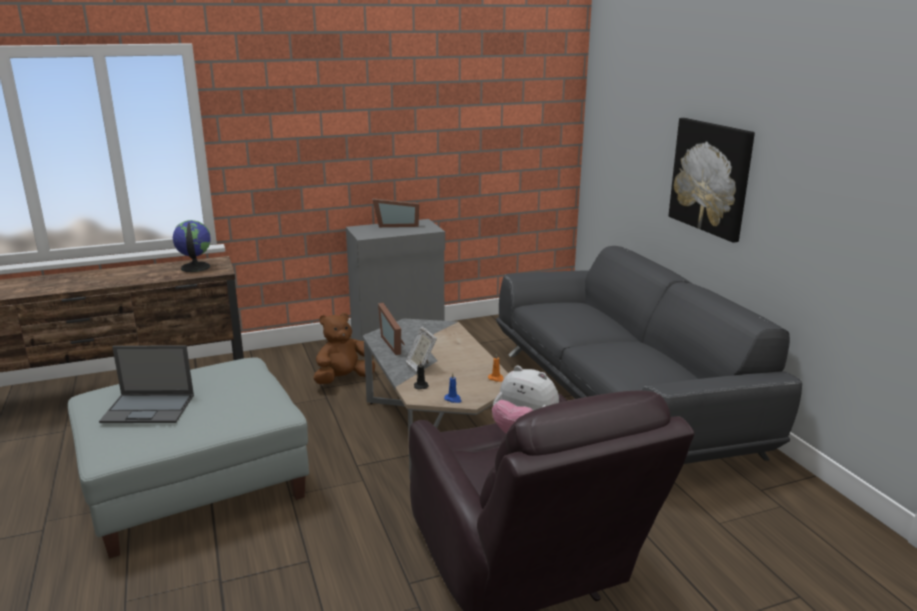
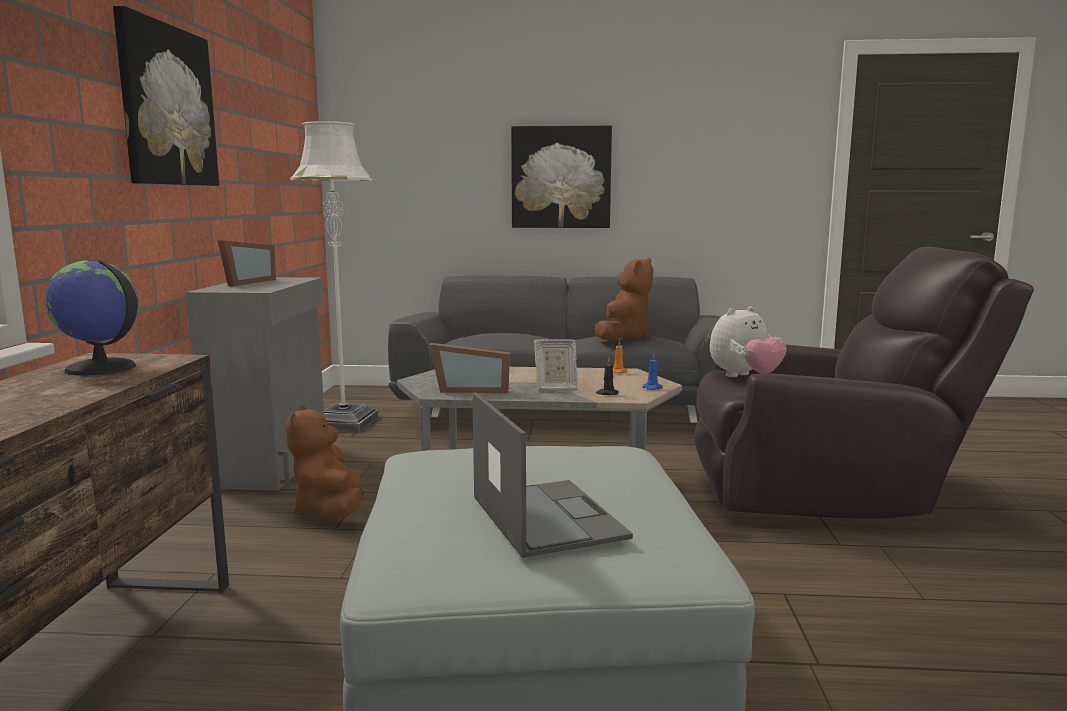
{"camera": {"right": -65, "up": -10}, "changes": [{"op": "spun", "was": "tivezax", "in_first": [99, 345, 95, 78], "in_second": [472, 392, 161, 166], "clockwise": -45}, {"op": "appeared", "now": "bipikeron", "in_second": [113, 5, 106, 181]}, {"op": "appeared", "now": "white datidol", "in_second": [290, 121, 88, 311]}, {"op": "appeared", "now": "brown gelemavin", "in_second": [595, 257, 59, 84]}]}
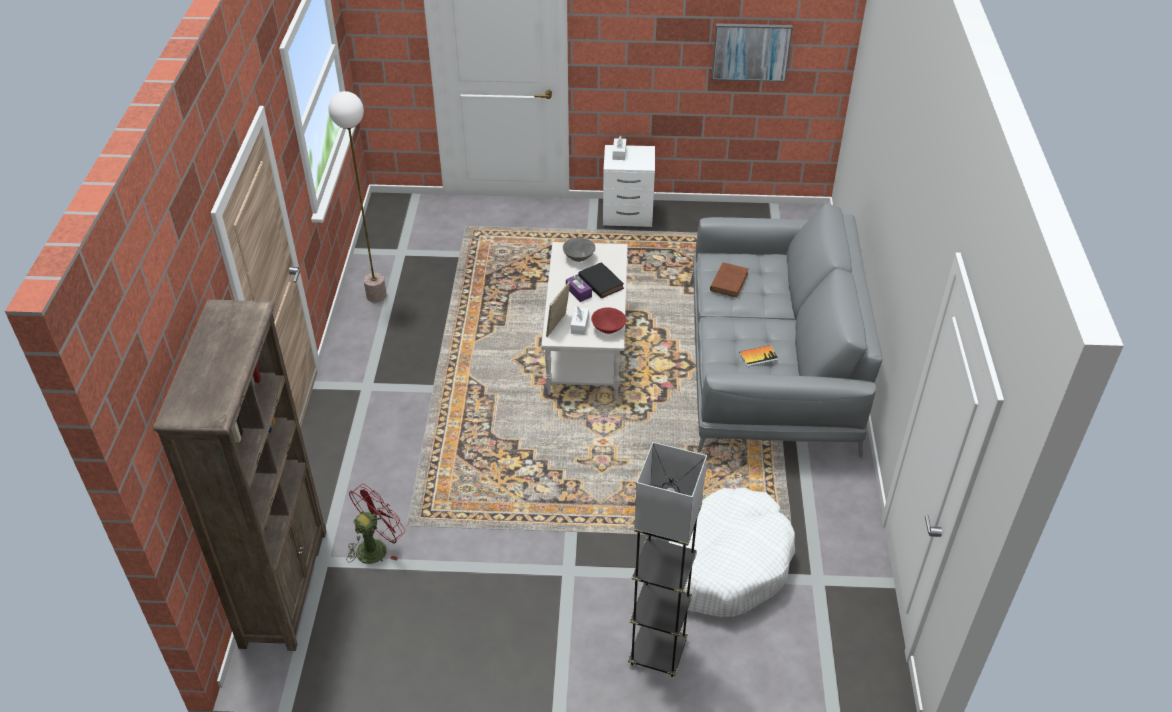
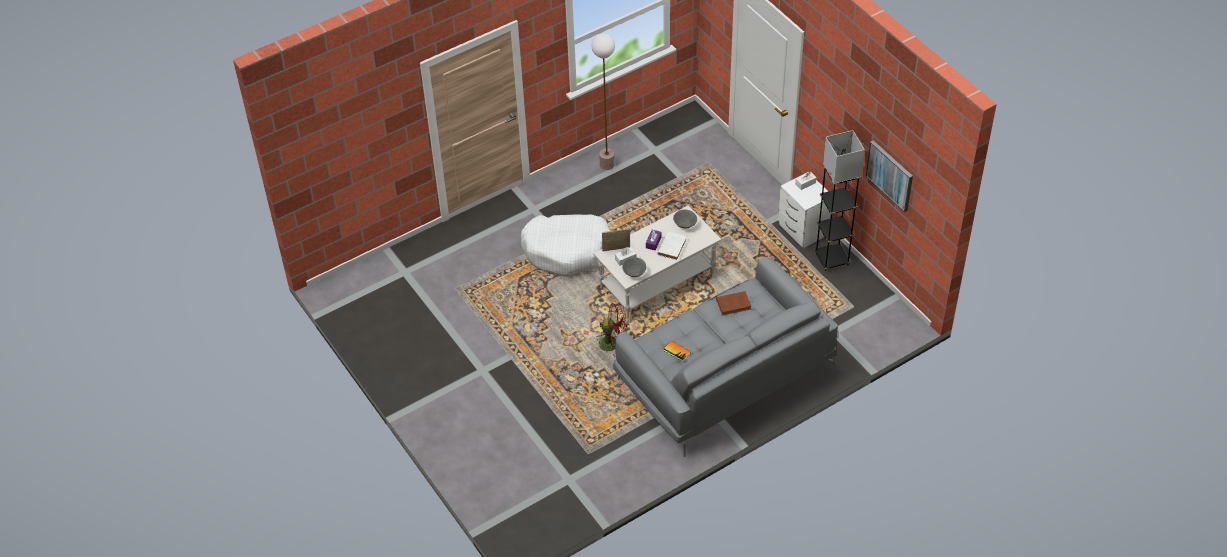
{"camera": {"right": 55, "up": 5}, "changes": [{"op": "missing", "was": "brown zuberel", "in_first": [153, 299, 174, 352]}, {"op": "relocated", "was": "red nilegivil", "in_first": [346, 484, 59, 80], "in_second": [594, 303, 33, 54]}, {"op": "colour", "was": "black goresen", "now": "white goresen", "in_first": [578, 262, 46, 36], "in_second": [657, 232, 30, 28]}, {"op": "colour", "was": "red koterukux", "now": "grey koterukux", "in_first": [591, 307, 36, 27], "in_second": [622, 257, 24, 20]}, {"op": "relocated", "was": "grey datidol", "in_first": [628, 442, 79, 235], "in_second": [814, 130, 51, 141]}, {"op": "relocated", "was": "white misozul", "in_first": [668, 488, 127, 129], "in_second": [521, 214, 89, 61]}]}
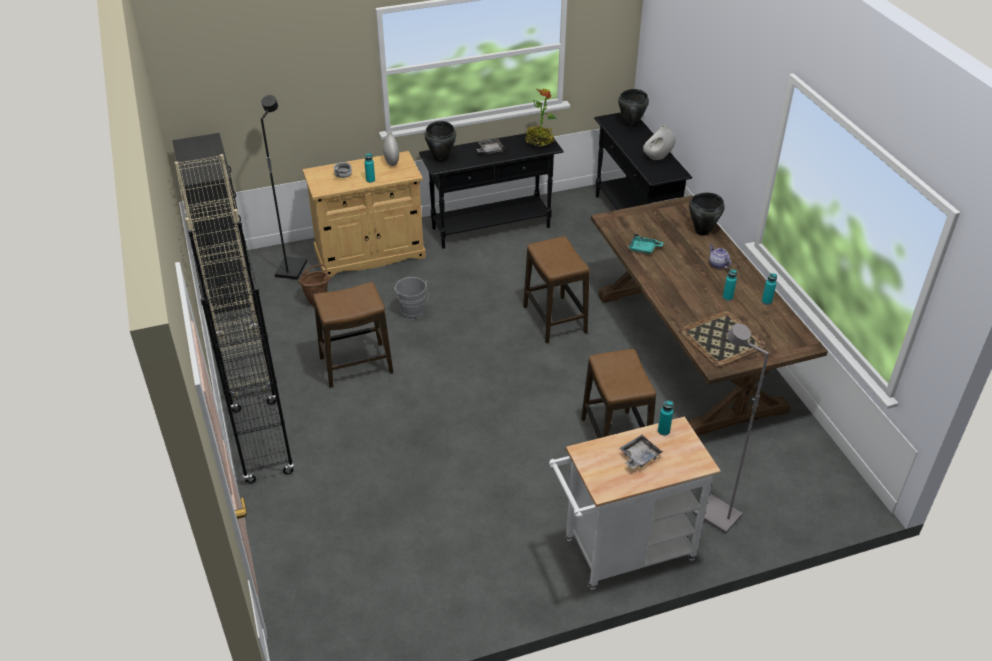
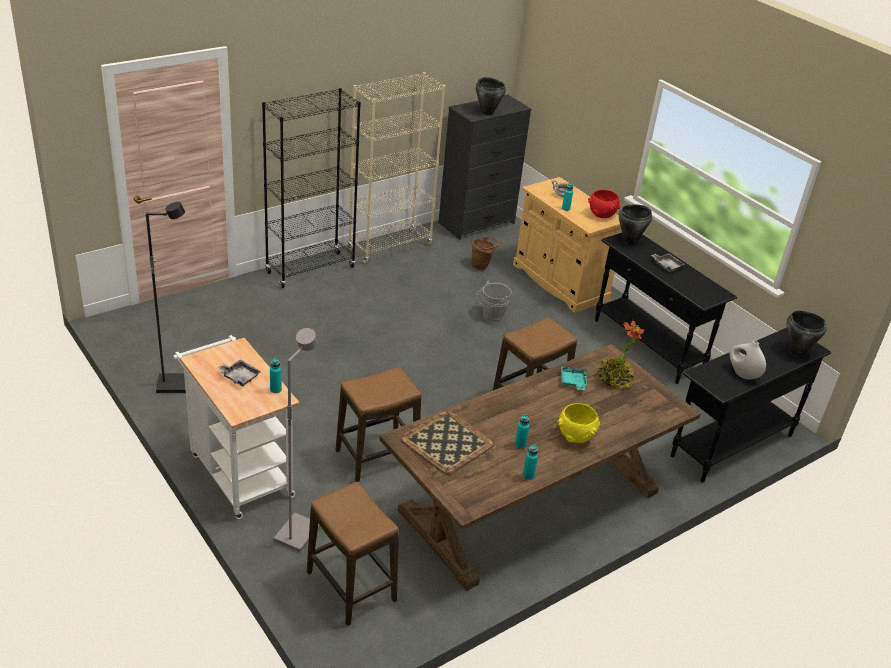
{"camera": {"right": 70, "up": -5}, "changes": [{"op": "relocated", "was": "black datidol", "in_first": [261, 95, 46, 185], "in_second": [146, 202, 40, 191]}, {"op": "relocated", "was": "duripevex", "in_first": [313, 282, 80, 106], "in_second": [307, 482, 92, 144]}, {"op": "exchanged", "was": "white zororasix", "now": "red koterukux", "in_first": [383, 131, 16, 35], "in_second": [588, 190, 33, 28]}, {"op": "relocated", "was": "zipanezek", "in_first": [525, 89, 32, 58], "in_second": [597, 320, 47, 69]}, {"op": "relocated", "was": "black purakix", "in_first": [689, 193, 36, 43], "in_second": [476, 77, 30, 38]}, {"op": "exchanged", "was": "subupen", "now": "yellow koterukux", "in_first": [709, 245, 22, 24], "in_second": [557, 403, 43, 40]}]}
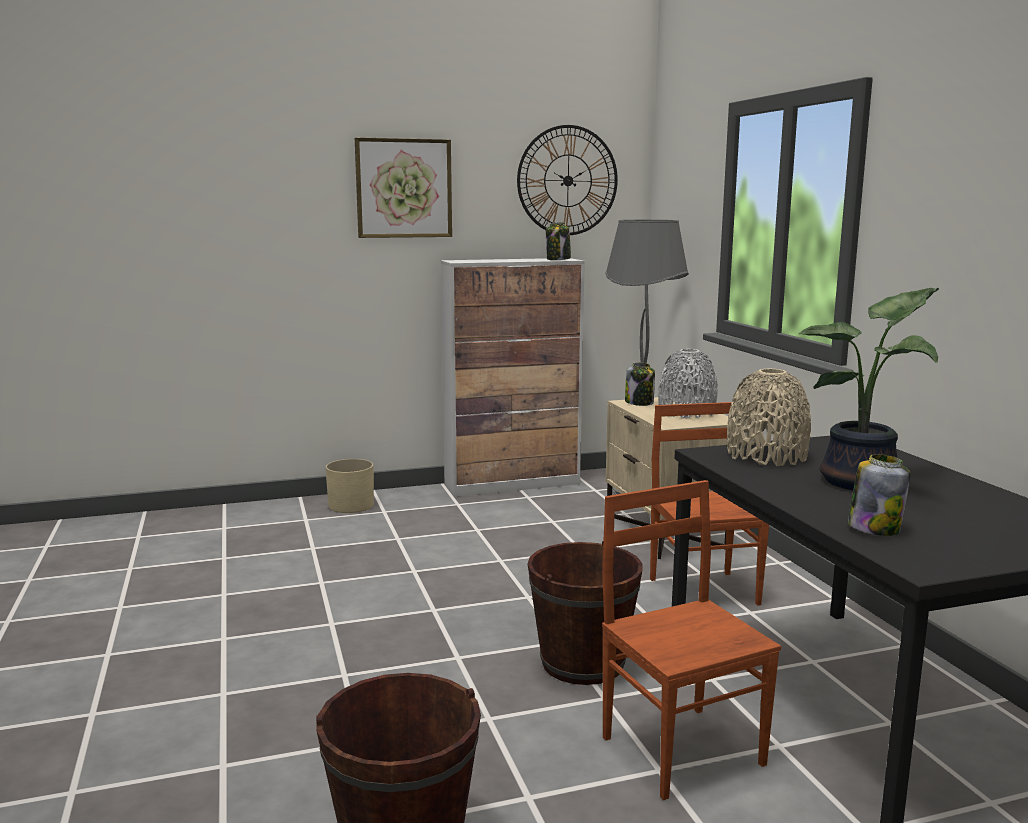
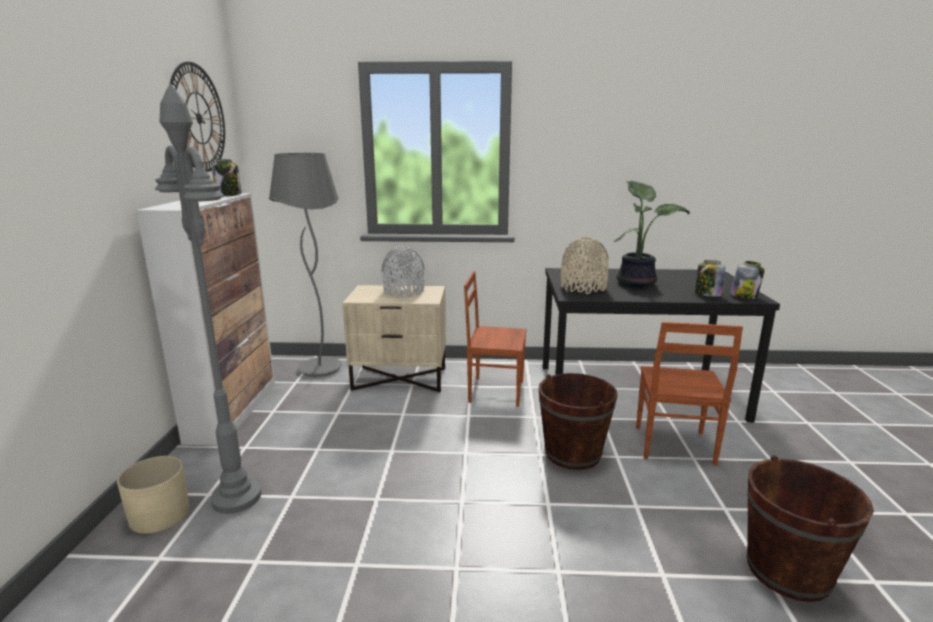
{"camera": {"right": -70, "up": 5}, "changes": [{"op": "missing", "was": "bipikeron", "in_first": [355, 137, 97, 101]}, {"op": "spun", "was": "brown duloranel", "in_first": [602, 480, 179, 320], "in_second": [636, 322, 107, 144], "clockwise": -75}, {"op": "relocated", "was": "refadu", "in_first": [625, 362, 30, 44], "in_second": [730, 261, 35, 38]}, {"op": "appeared", "now": "grey datidol", "in_second": [155, 84, 106, 430]}]}
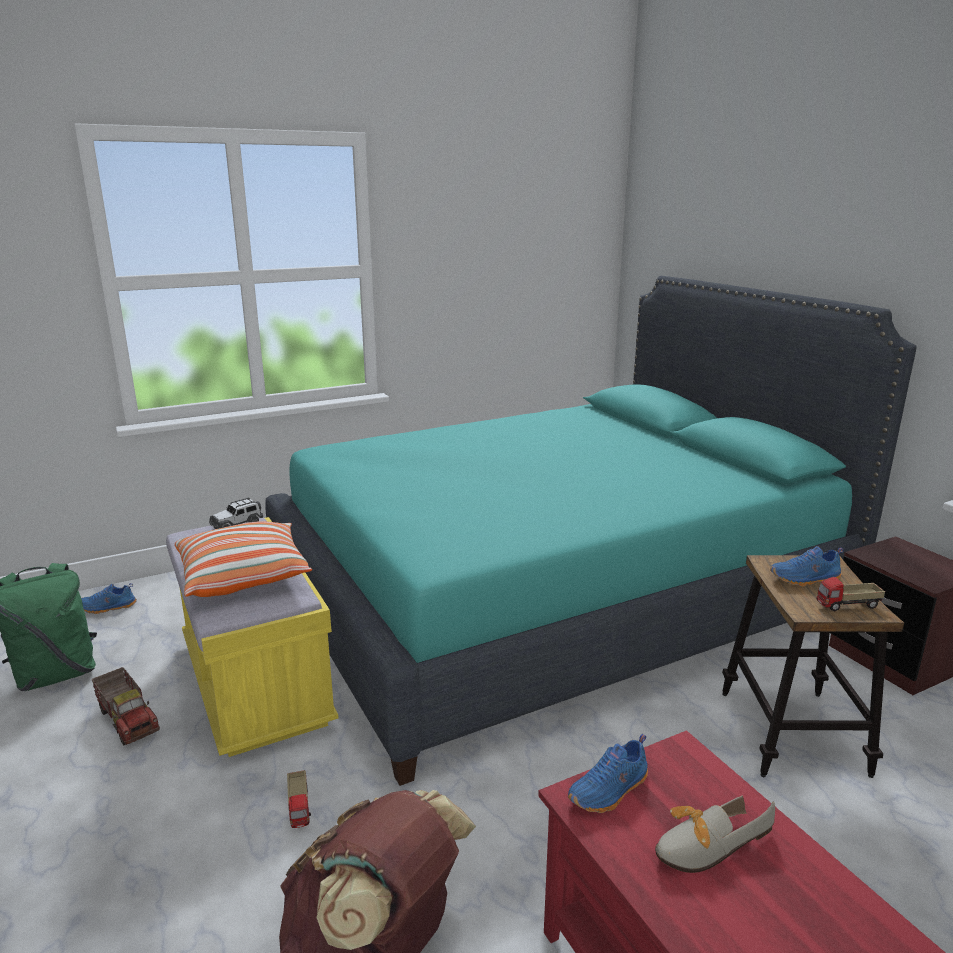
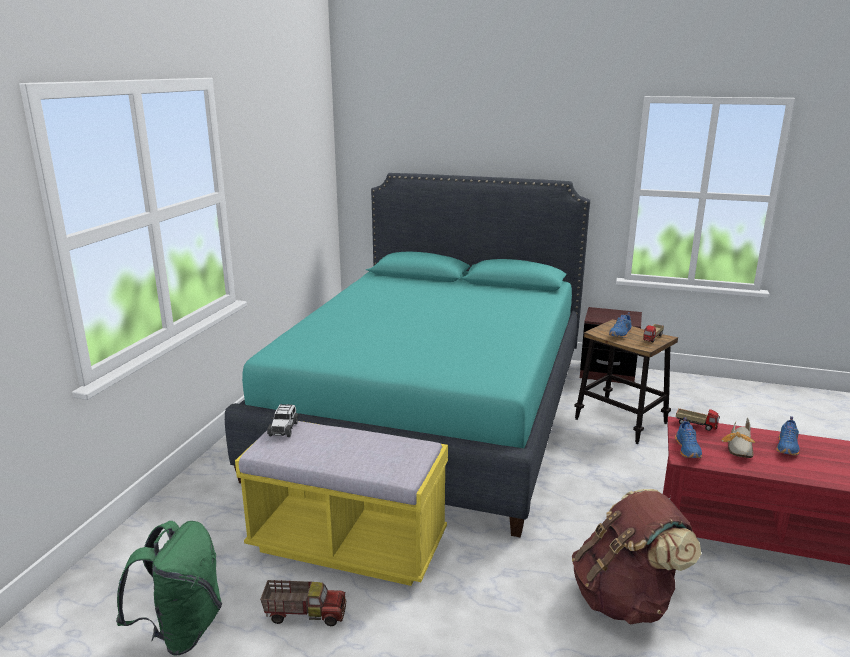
{"camera": {"right": -45, "up": 0}, "changes": [{"op": "relocated", "was": "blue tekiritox", "in_first": [81, 583, 56, 31], "in_second": [776, 416, 24, 39]}, {"op": "missing", "was": "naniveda", "in_first": [175, 521, 137, 76]}, {"op": "relocated", "was": "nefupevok", "in_first": [287, 770, 24, 58], "in_second": [676, 408, 44, 23]}]}
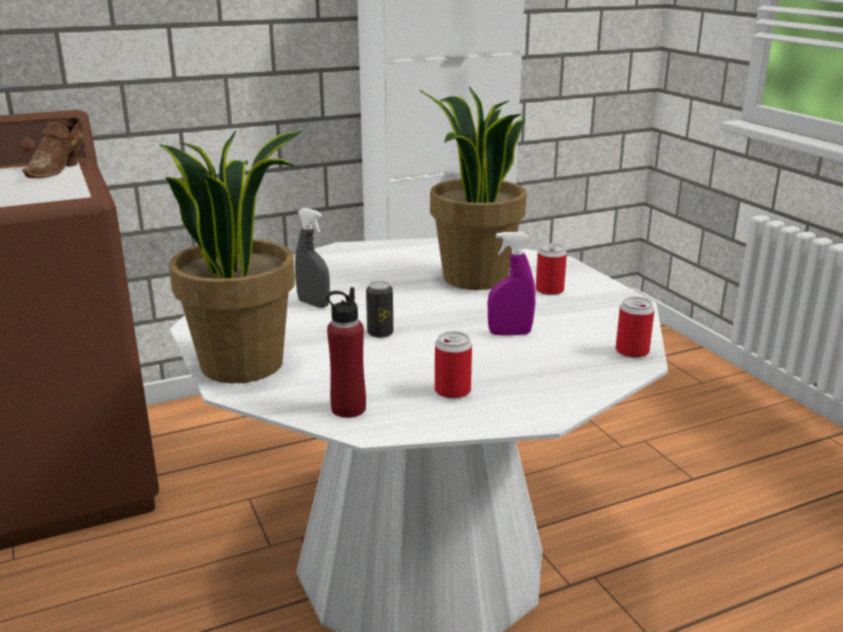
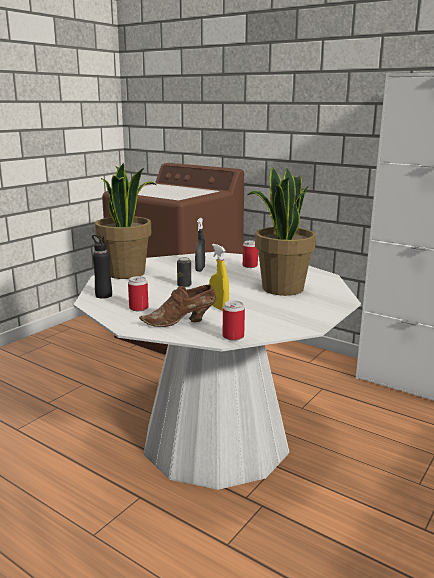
{"camera": {"right": 60, "up": -5}, "changes": [{"op": "relocated", "was": "brown tekiritox", "in_first": [22, 117, 63, 61], "in_second": [139, 285, 77, 42]}, {"op": "colour", "was": "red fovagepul", "now": "black fovagepul", "in_first": [326, 287, 40, 131], "in_second": [92, 235, 20, 64]}, {"op": "colour", "was": "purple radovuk", "now": "yellow radovuk", "in_first": [488, 232, 47, 104], "in_second": [209, 244, 20, 67]}, {"op": "relocated", "was": "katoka", "in_first": [536, 243, 31, 52], "in_second": [243, 241, 15, 27]}]}
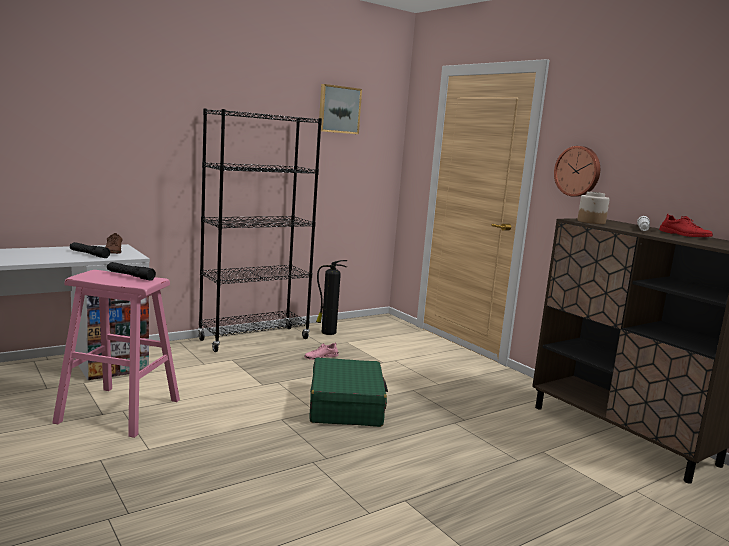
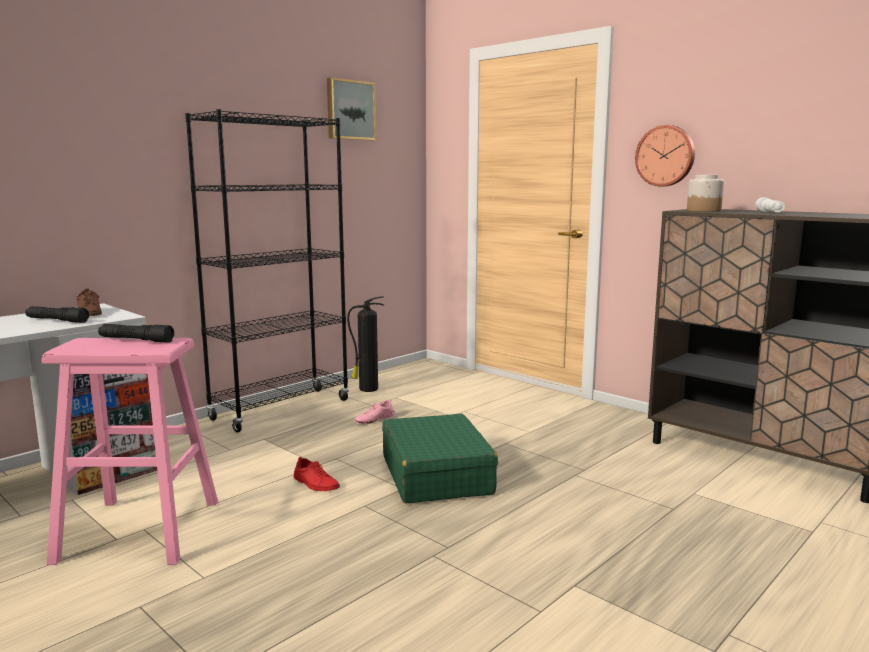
{"camera": {"right": -10, "up": 0}, "changes": [{"op": "relocated", "was": "red tekiritox", "in_first": [659, 214, 54, 23], "in_second": [294, 457, 46, 34]}]}
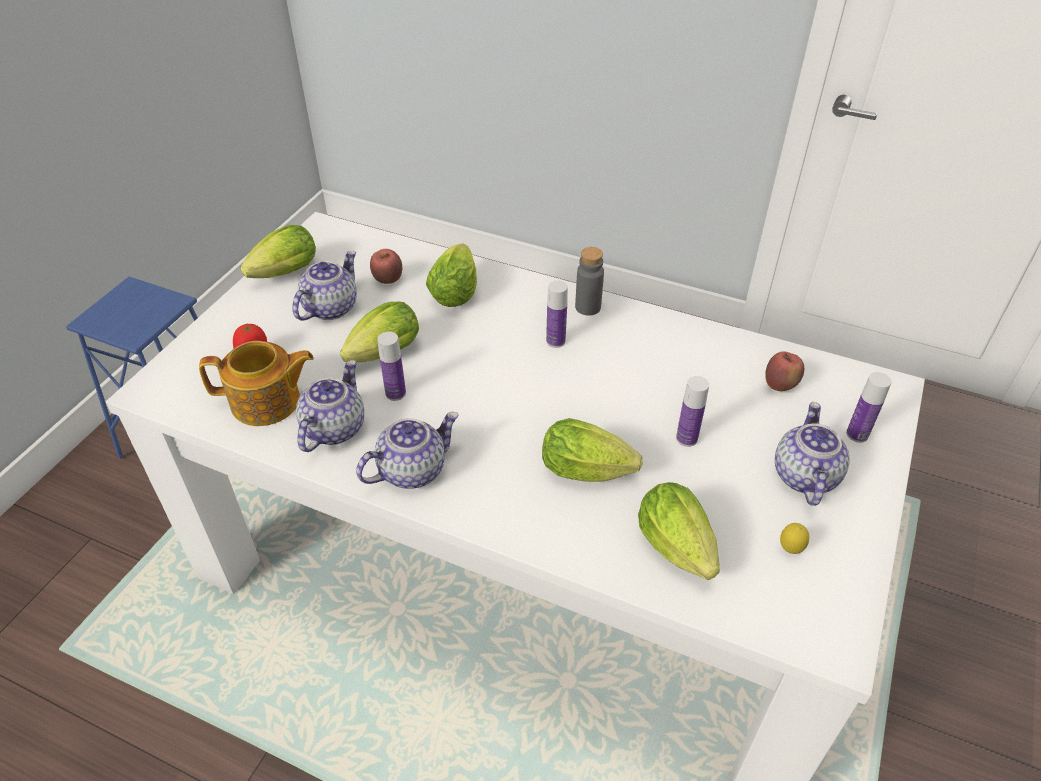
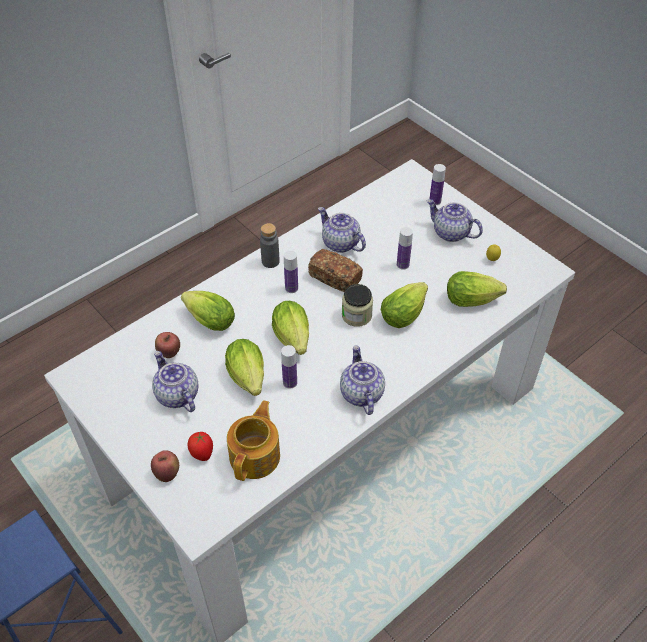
{"camera": {"right": -65, "up": 5}, "changes": [{"op": "relocated", "was": "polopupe", "in_first": [240, 225, 76, 53], "in_second": [272, 301, 37, 54]}, {"op": "relocated", "was": "subupen", "in_first": [296, 360, 68, 92], "in_second": [318, 207, 48, 46]}, {"op": "relocated", "was": "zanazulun", "in_first": [765, 351, 39, 40], "in_second": [151, 450, 28, 32]}, {"op": "appeared", "now": "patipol", "in_second": [308, 249, 55, 43]}, {"op": "appeared", "now": "refadu", "in_second": [342, 284, 31, 43]}]}
